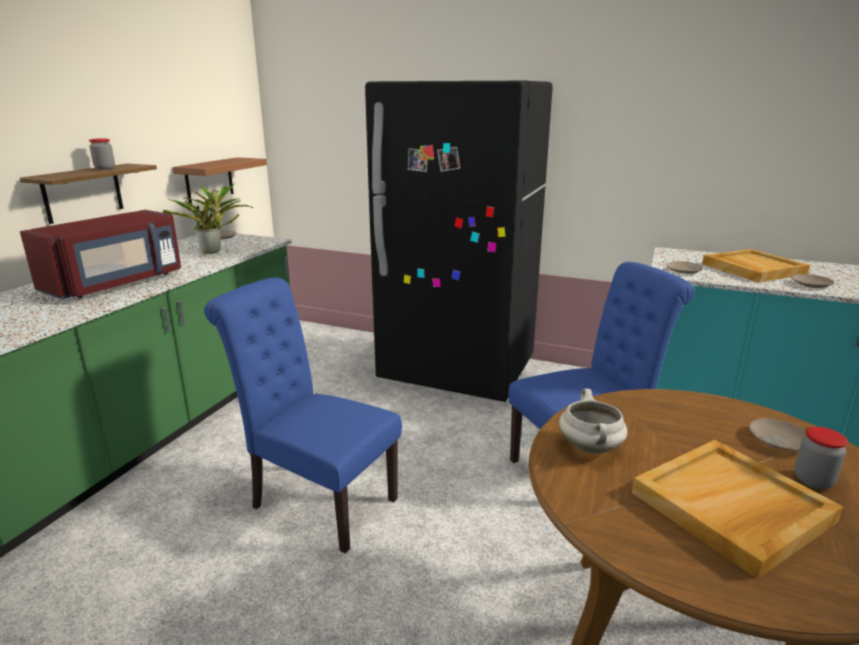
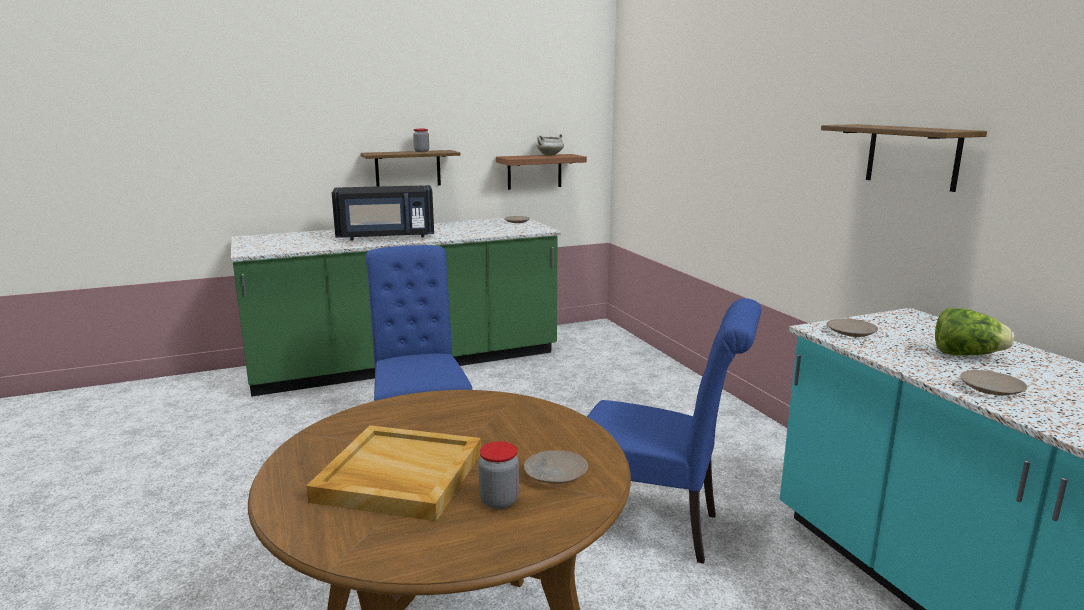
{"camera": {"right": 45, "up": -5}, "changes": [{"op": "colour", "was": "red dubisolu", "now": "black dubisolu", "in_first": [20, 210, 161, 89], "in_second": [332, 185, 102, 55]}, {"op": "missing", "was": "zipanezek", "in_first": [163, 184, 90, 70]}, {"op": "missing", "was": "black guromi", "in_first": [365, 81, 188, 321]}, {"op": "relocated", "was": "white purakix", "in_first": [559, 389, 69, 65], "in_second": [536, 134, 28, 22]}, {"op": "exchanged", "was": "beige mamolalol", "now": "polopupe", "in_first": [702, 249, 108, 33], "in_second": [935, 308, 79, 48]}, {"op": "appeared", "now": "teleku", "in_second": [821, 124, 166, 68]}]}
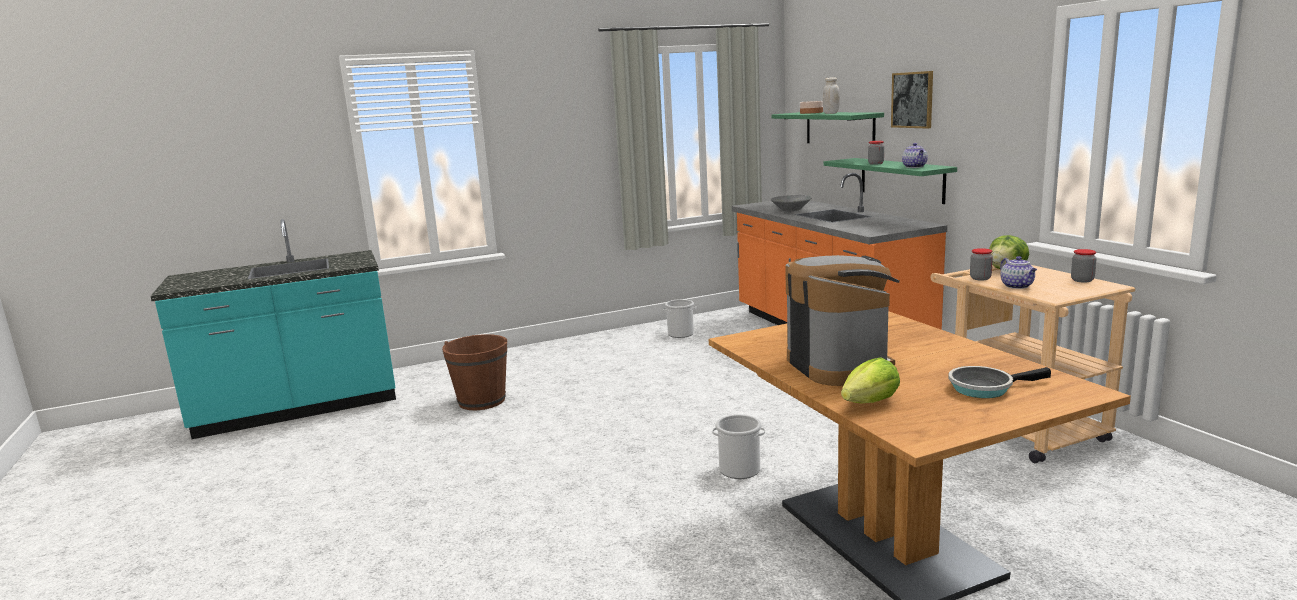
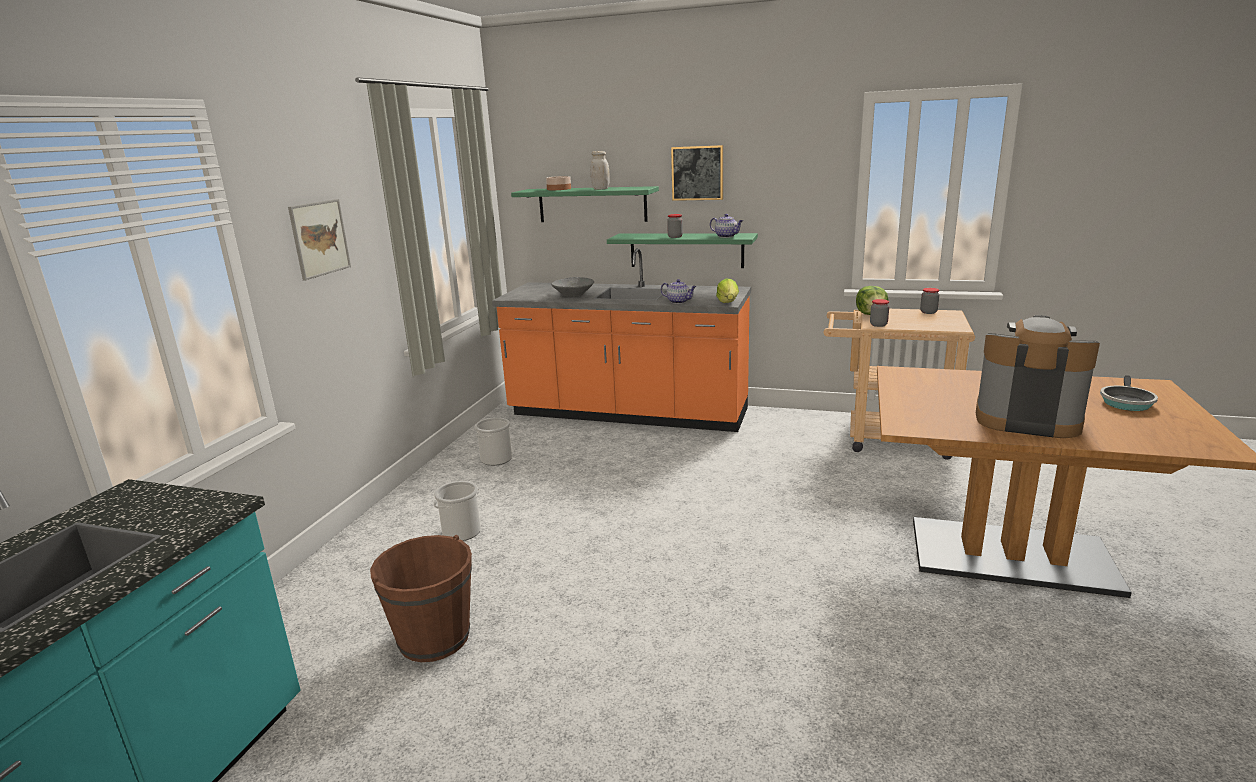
{"camera": {"right": -50, "up": 5}, "changes": [{"op": "relocated", "was": "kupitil", "in_first": [712, 414, 53, 65], "in_second": [434, 481, 47, 60]}, {"op": "relocated", "was": "polopupe", "in_first": [841, 357, 59, 47], "in_second": [716, 278, 23, 25]}, {"op": "relocated", "was": "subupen", "in_first": [1000, 256, 37, 33], "in_second": [661, 279, 35, 25]}, {"op": "appeared", "now": "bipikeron", "in_second": [288, 199, 63, 81]}]}
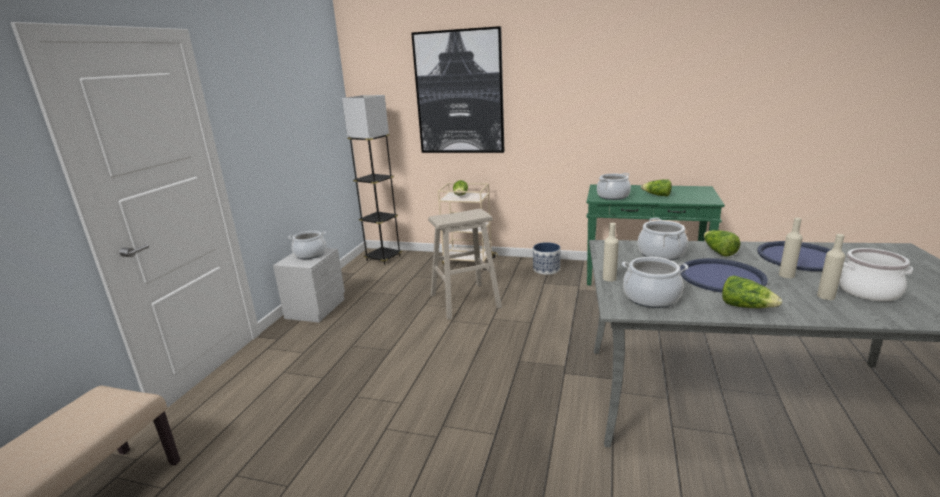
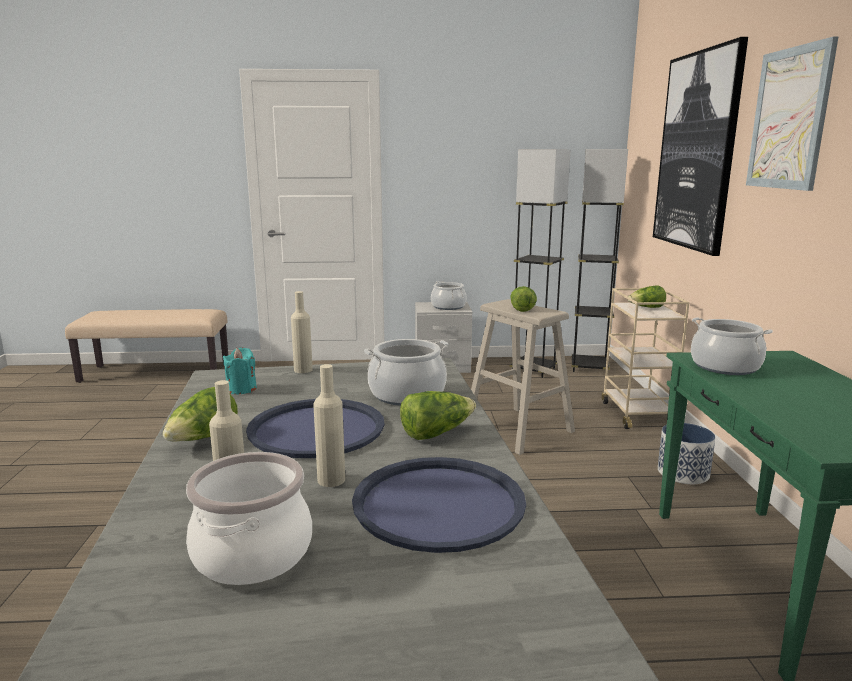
{"camera": {"right": 70, "up": -5}, "changes": [{"op": "exchanged", "was": "purakix", "now": "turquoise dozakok", "in_first": [622, 257, 66, 51], "in_second": [223, 347, 34, 47]}, {"op": "relocated", "was": "polopupe", "in_first": [641, 179, 31, 17], "in_second": [510, 286, 27, 26]}, {"op": "appeared", "now": "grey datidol", "in_second": [510, 149, 61, 229]}, {"op": "appeared", "now": "bipikeron", "in_second": [746, 37, 92, 154]}]}
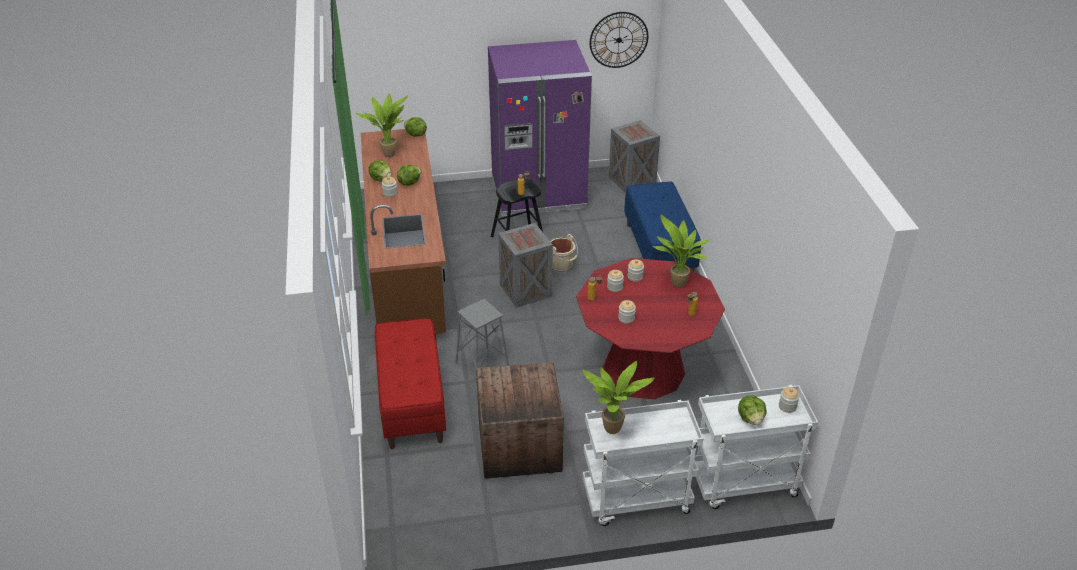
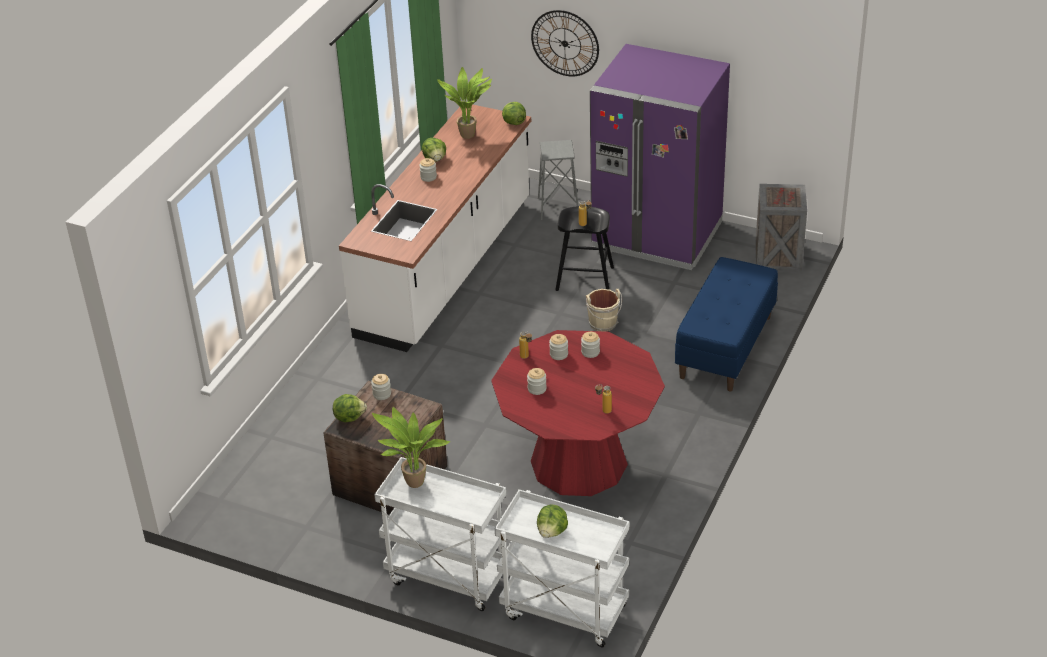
{"camera": {"right": 35, "up": 0}, "changes": [{"op": "colour", "was": "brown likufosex", "now": "white likufosex", "in_first": [361, 129, 85, 214], "in_second": [339, 104, 192, 248]}, {"op": "missing", "was": "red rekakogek", "in_first": [375, 318, 71, 131]}, {"op": "relocated", "was": "polopupe", "in_first": [397, 165, 24, 21], "in_second": [333, 394, 34, 28]}, {"op": "relocated", "was": "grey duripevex", "in_first": [456, 299, 53, 69], "in_second": [538, 140, 40, 80]}, {"op": "missing", "was": "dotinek", "in_first": [498, 223, 55, 85]}, {"op": "relocated", "was": "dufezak", "in_first": [590, 12, 58, 56], "in_second": [531, 10, 68, 66]}, {"op": "missing", "was": "zipanezek", "in_first": [653, 214, 57, 74]}, {"op": "relocated", "was": "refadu", "in_first": [779, 387, 21, 26], "in_second": [371, 374, 20, 26]}]}
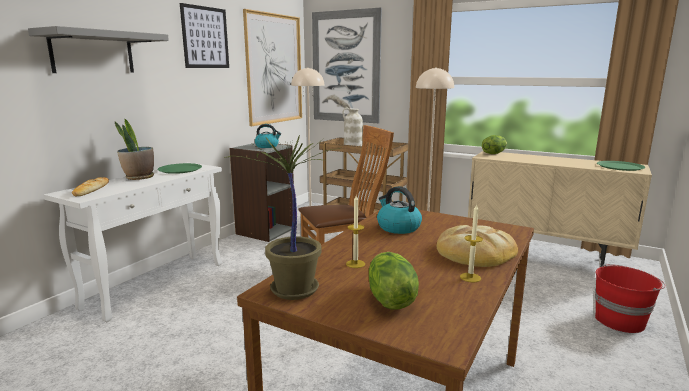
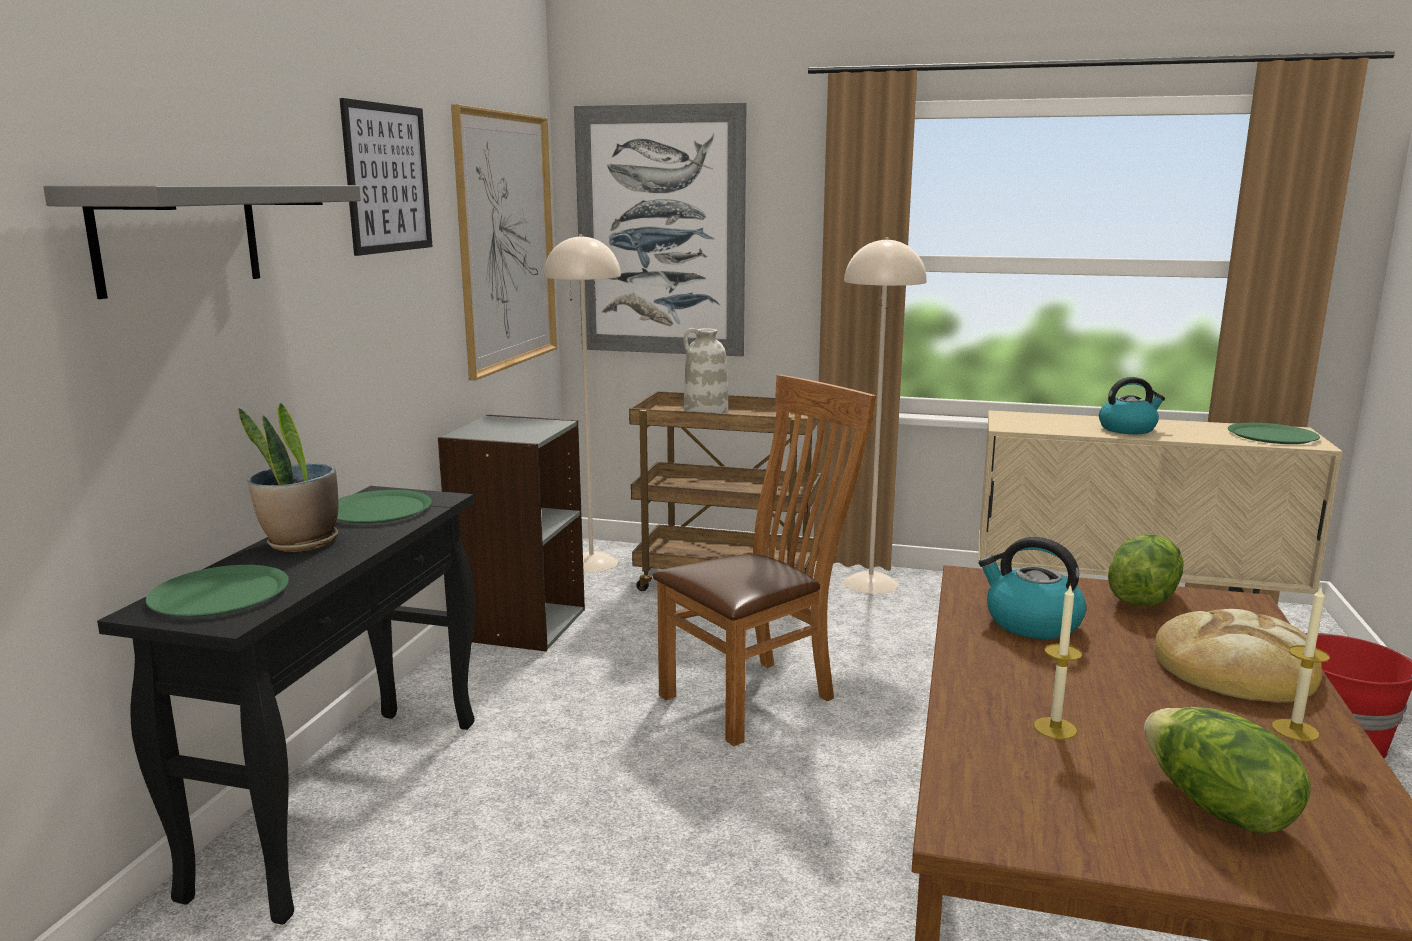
{"camera": {"right": -15, "up": 0}, "changes": [{"op": "colour", "was": "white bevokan", "now": "black bevokan", "in_first": [43, 162, 179, 160], "in_second": [97, 486, 378, 439]}, {"op": "exchanged", "was": "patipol", "now": "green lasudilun", "in_first": [72, 177, 37, 19], "in_second": [146, 565, 143, 51]}, {"op": "missing", "was": "zipanezek", "in_first": [224, 135, 116, 165]}, {"op": "relocated", "was": "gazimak", "in_first": [255, 124, 26, 24], "in_second": [1099, 377, 66, 57]}, {"op": "relocated", "was": "polopupe", "in_first": [482, 135, 25, 19], "in_second": [1108, 534, 76, 72]}]}
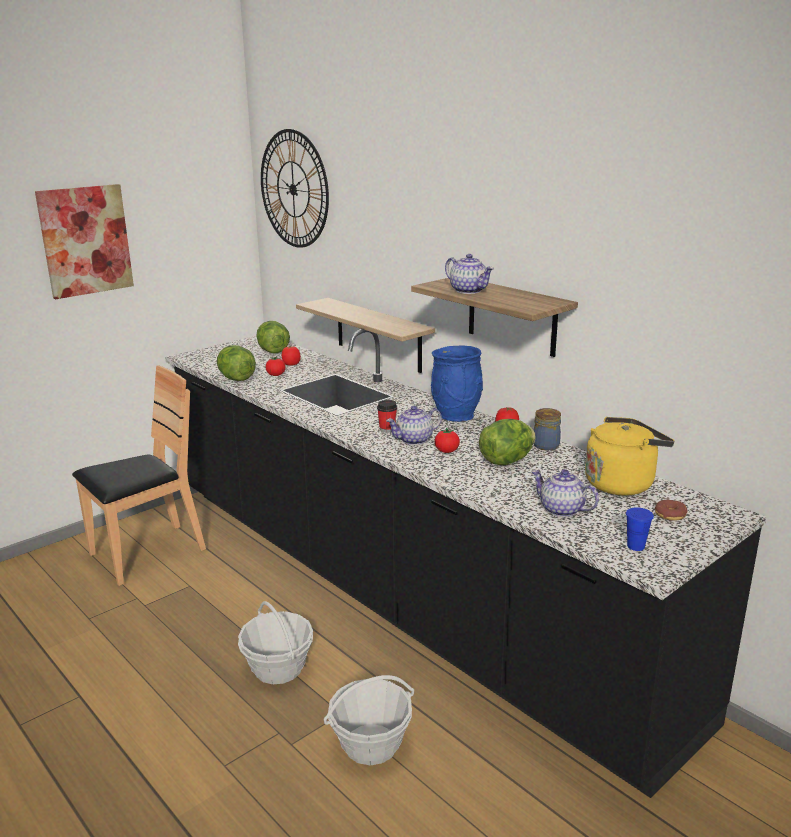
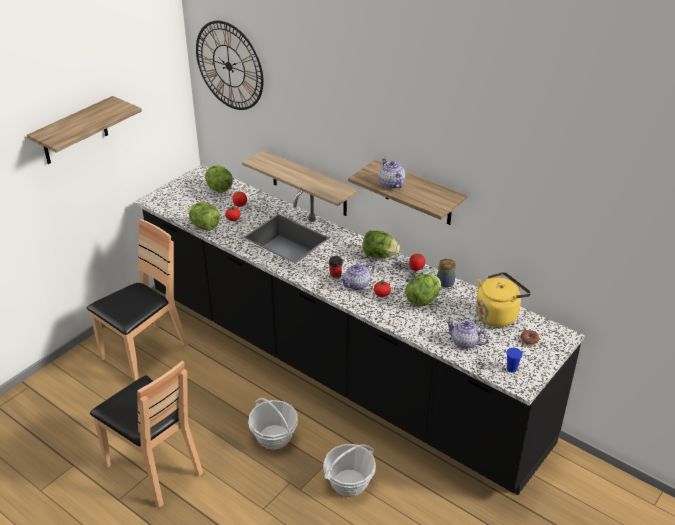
{"camera": {"right": -10, "up": 15}, "changes": [{"op": "exchanged", "was": "bipikeron", "now": "teleku", "in_first": [35, 184, 99, 115], "in_second": [27, 96, 115, 68]}, {"op": "exchanged", "was": "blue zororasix", "now": "polopupe", "in_first": [431, 345, 52, 77], "in_second": [363, 231, 37, 27]}, {"op": "spun", "was": "subupen", "in_first": [445, 254, 49, 40], "in_second": [379, 157, 26, 32], "clockwise": -150}, {"op": "appeared", "now": "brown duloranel", "in_second": [90, 360, 113, 147]}]}
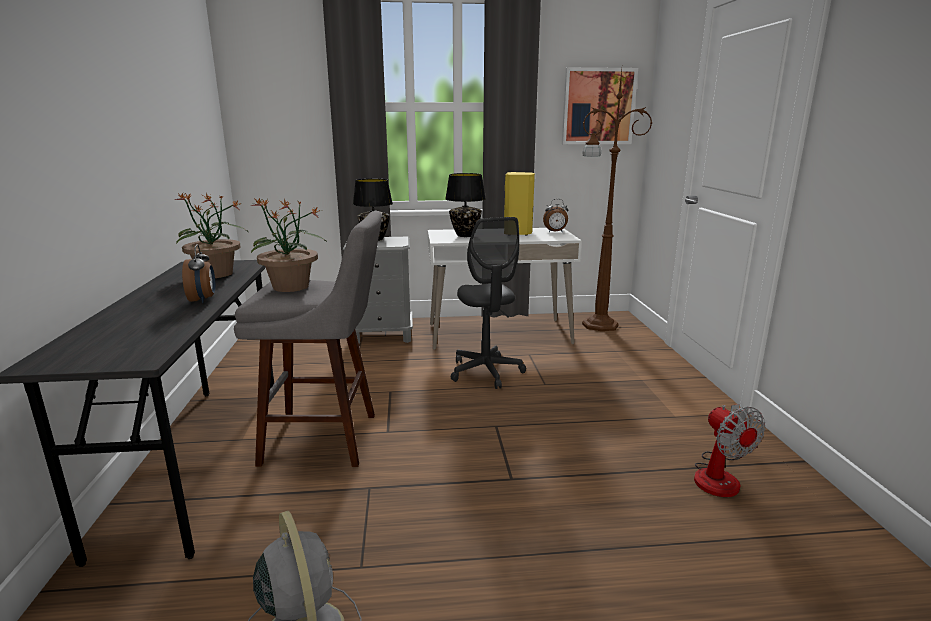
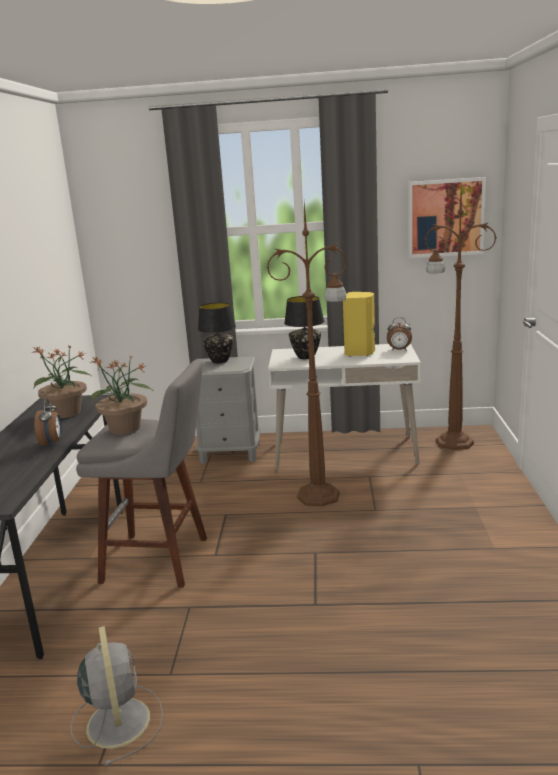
{"camera": {"right": 10, "up": 0}, "changes": [{"op": "exchanged", "was": "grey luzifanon", "now": "brown datidol", "in_first": [451, 217, 75, 172], "in_second": [267, 203, 80, 303]}, {"op": "missing", "was": "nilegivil", "in_first": [694, 404, 72, 93]}]}
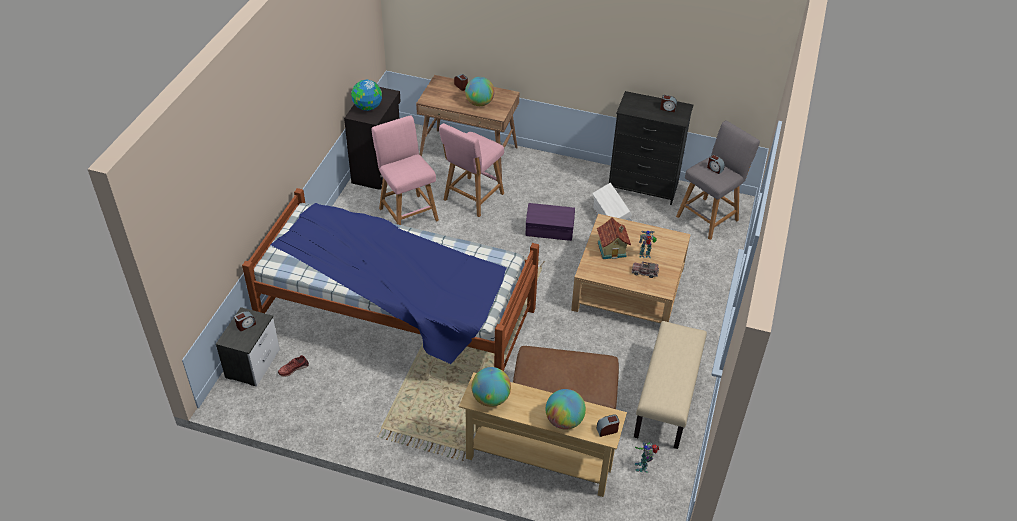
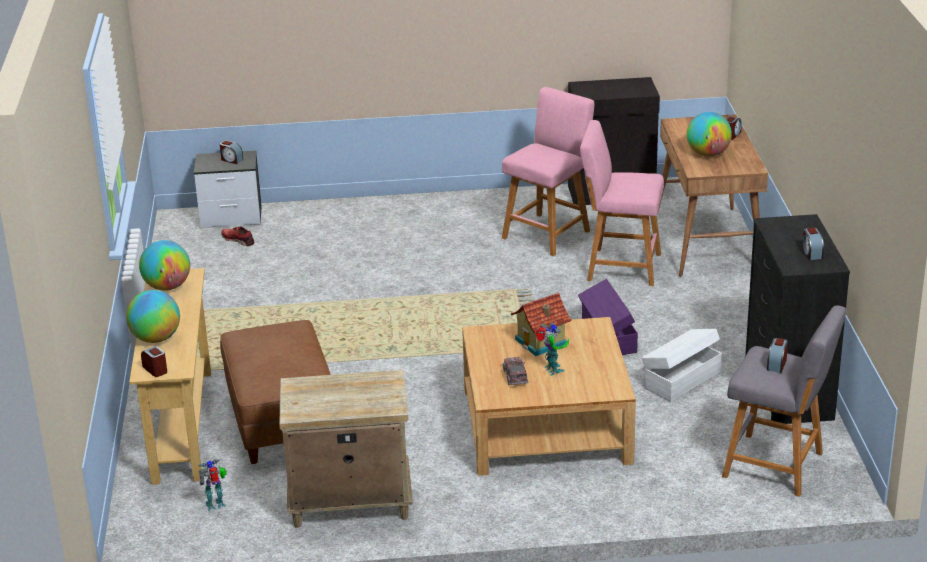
{"camera": {"right": 70, "up": -15}, "changes": [{"op": "missing", "was": "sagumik", "in_first": [242, 188, 297, 183]}, {"op": "missing", "was": "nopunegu", "in_first": [351, 80, 31, 31]}, {"op": "exchanged", "was": "beige rekakogek", "now": "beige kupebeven", "in_first": [634, 321, 73, 128], "in_second": [279, 370, 134, 158]}]}
